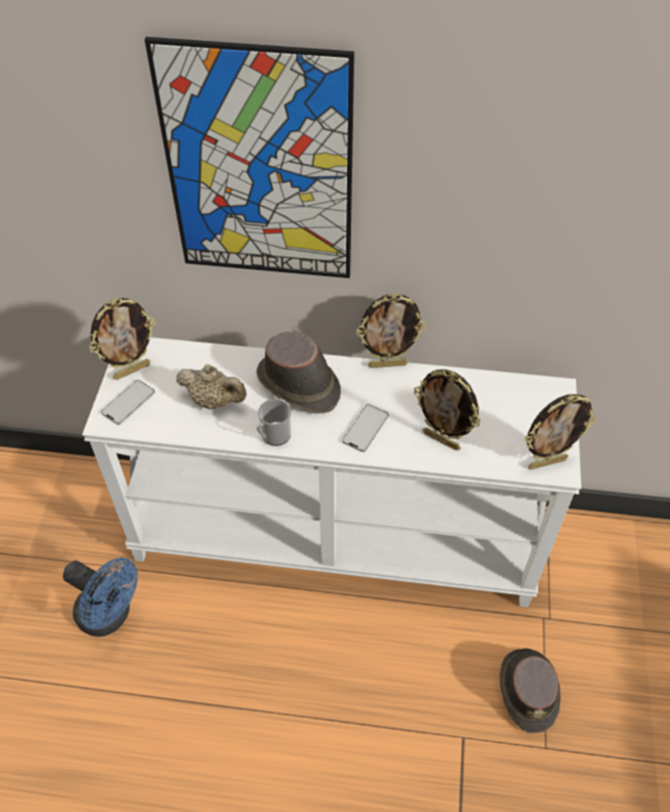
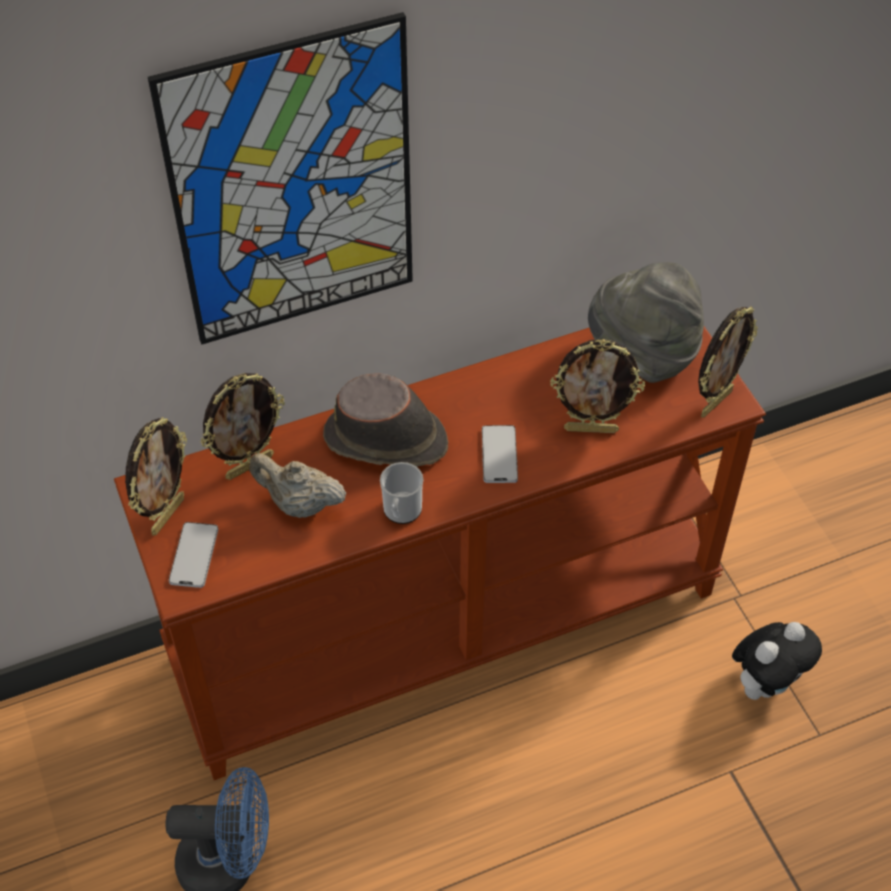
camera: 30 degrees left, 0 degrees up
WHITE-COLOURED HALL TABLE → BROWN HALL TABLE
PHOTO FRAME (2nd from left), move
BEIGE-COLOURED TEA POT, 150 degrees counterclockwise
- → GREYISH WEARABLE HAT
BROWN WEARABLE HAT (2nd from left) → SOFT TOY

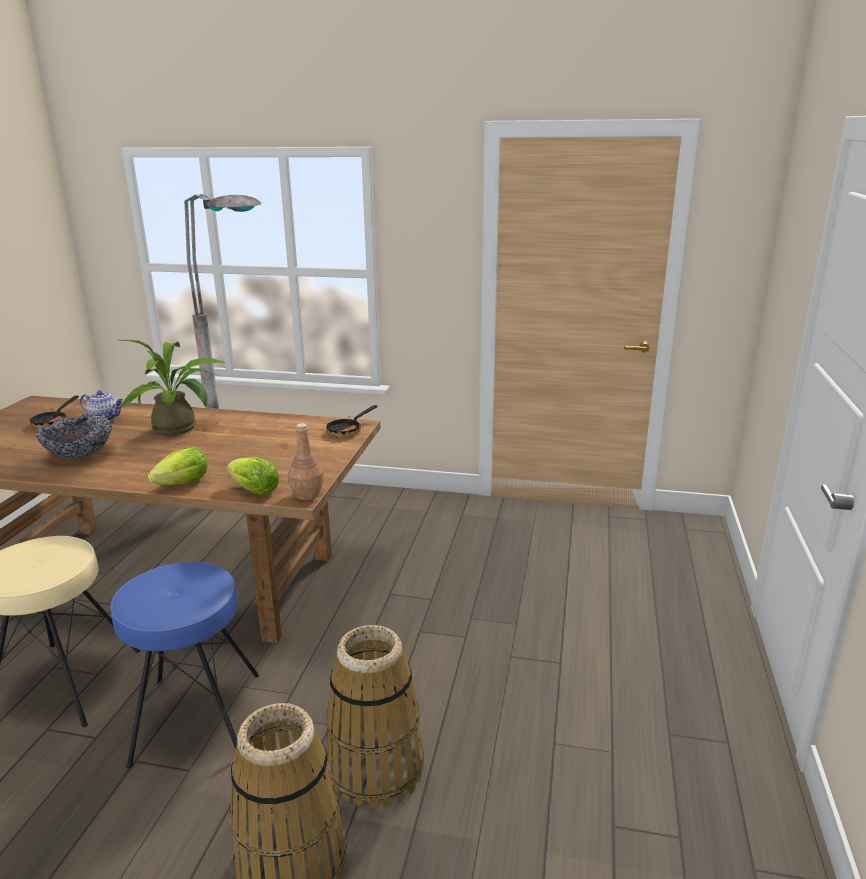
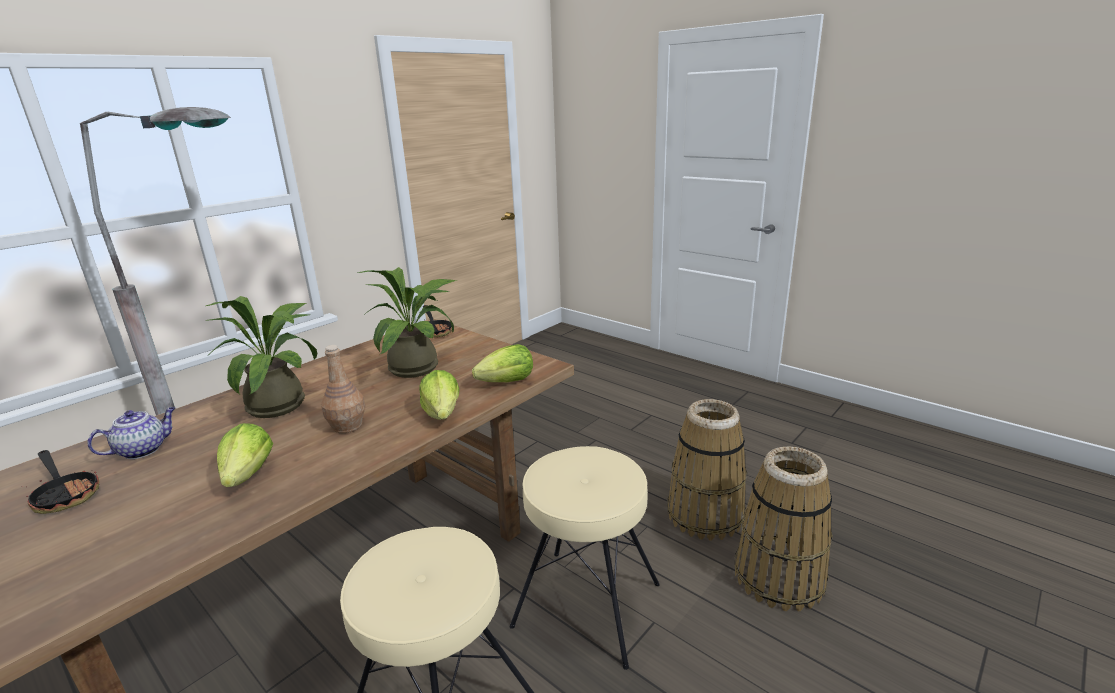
camera: 60 degrees left, 0 degrees up
BOWL → LETTUCE (1st from left)
BROWN BOTTLE, move
- → PLANT IN A POT (2nd from left)
BLUE STOOL SEAT → BEIGE-COLOURED STOOL SEAT (2nd from left)

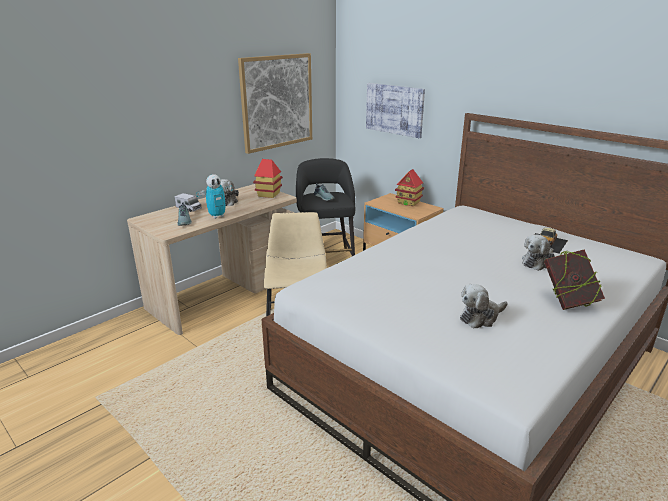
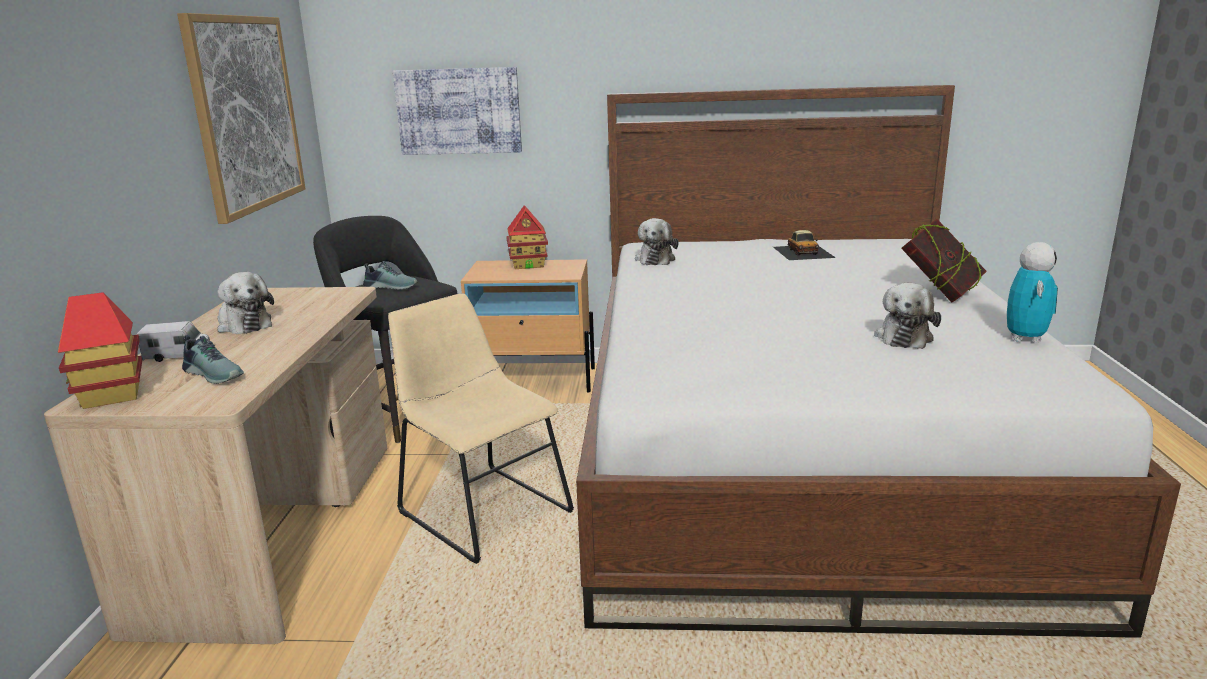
camera: 40 degrees left, 5 degrees down
MODEL HOUSE (1st from left), move
SOFT TOY (3rd from left in the first image) → SOFT TOY (2nd from left), move
MODEL ROBOT, move

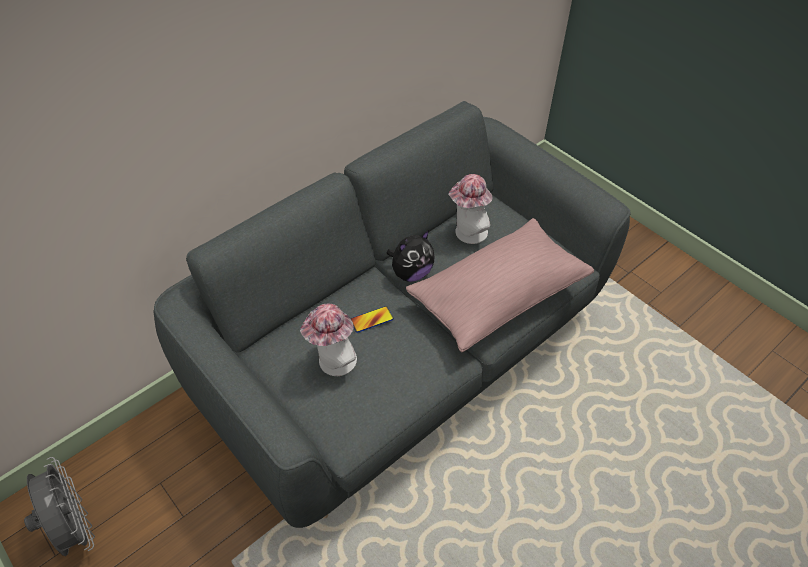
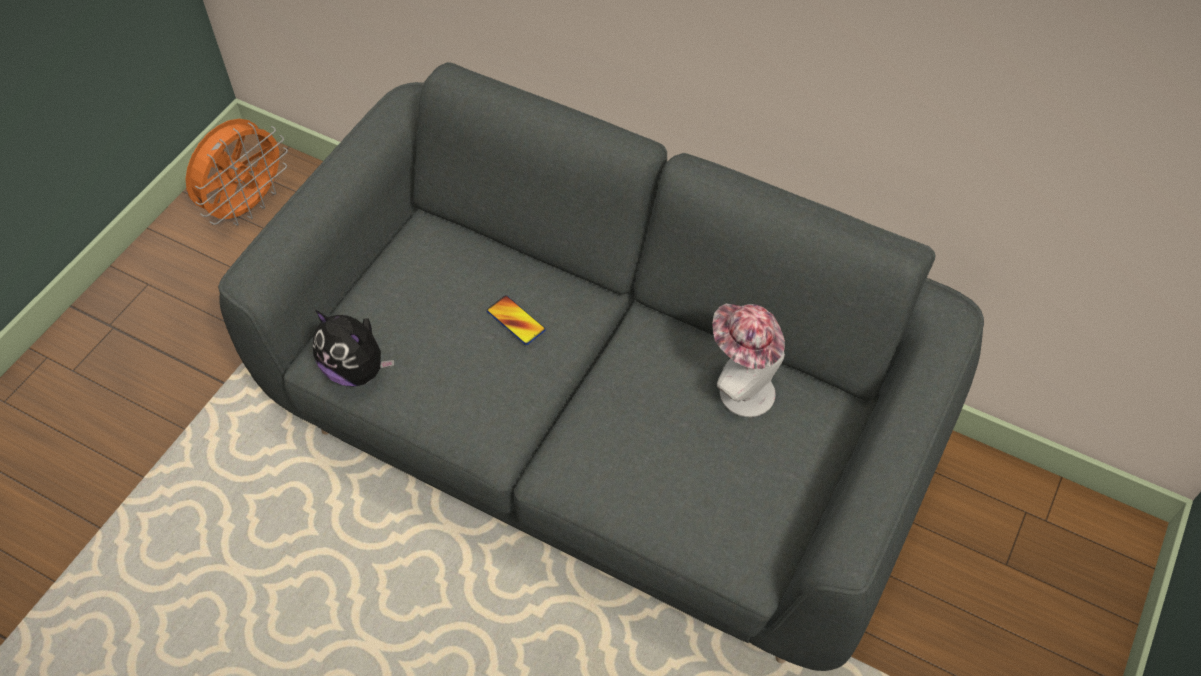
camera: 70 degrees right, 5 degrees up
GREYISH ELECTRIC FAN → ORANGEY ELECTRIC FAN
SOFT TOY, move
WEARABLE HAT (1st from left) → -
PINKISH THROW PILLOW → -

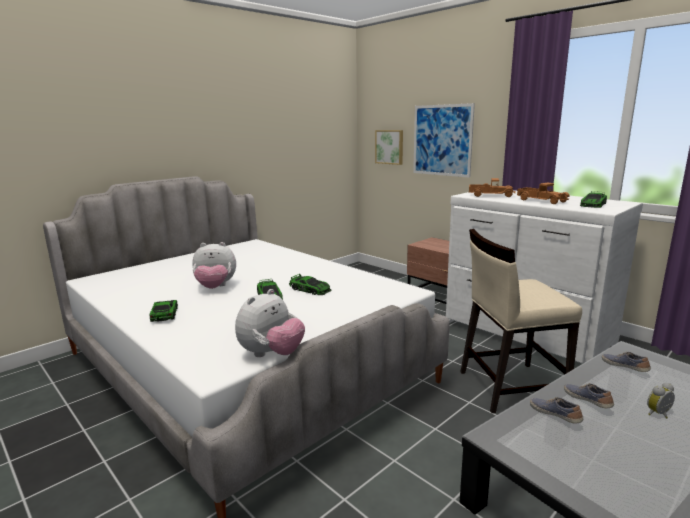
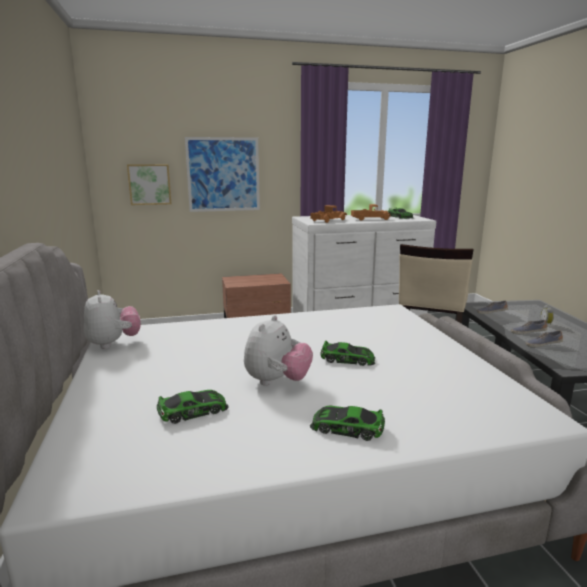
camera: 60 degrees left, 0 degrees up
SOFT TOY (2nd from left in the first image) → SOFT TOY (1st from left), move
MINIATURE CAR (3rd from left in the first image) → MINIATURE CAR (1st from left), move

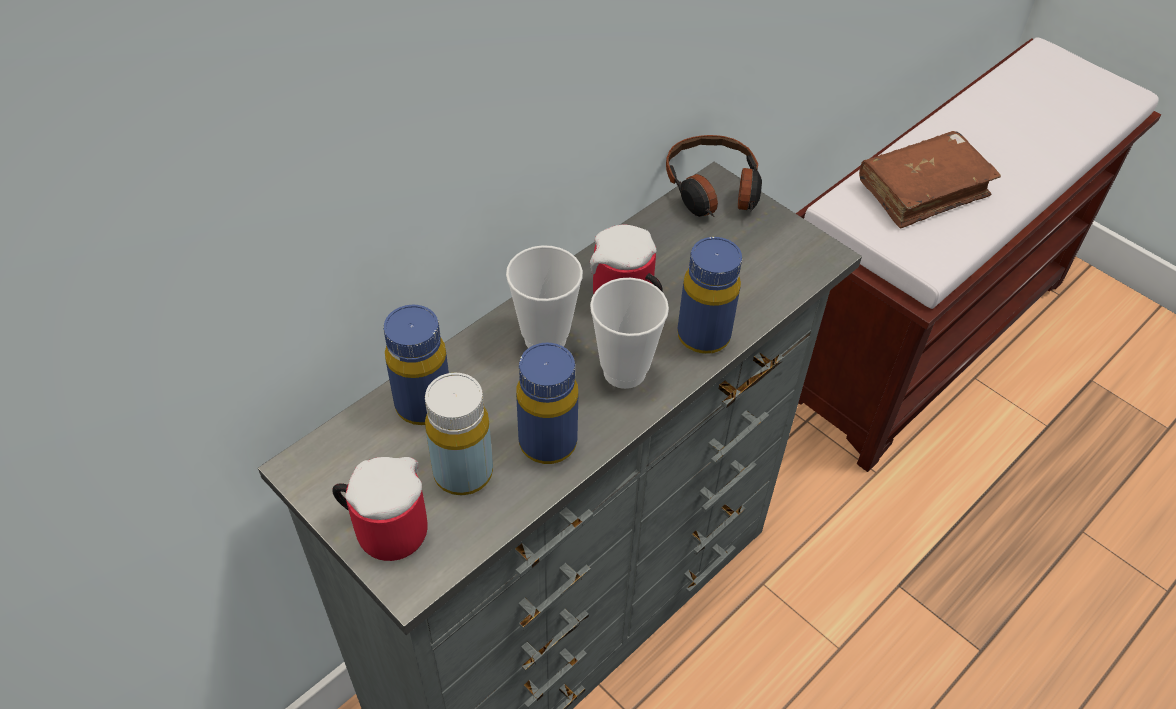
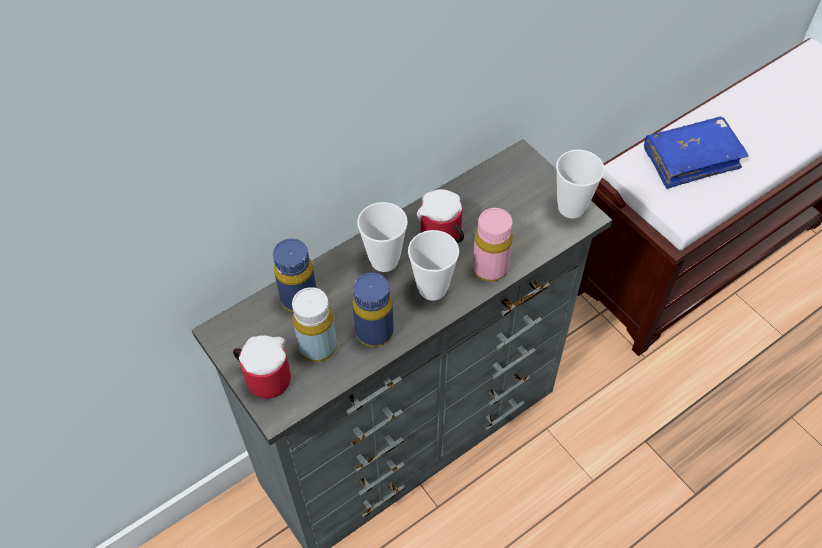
camera: 10 degrees right, 5 degrees up
BLUE BOTTLE (3rd from left) → PINKISH BOTTLE
- → CUP (3rd from left)
BROWN BOOK → BLUE BOOK
HEADSET → -

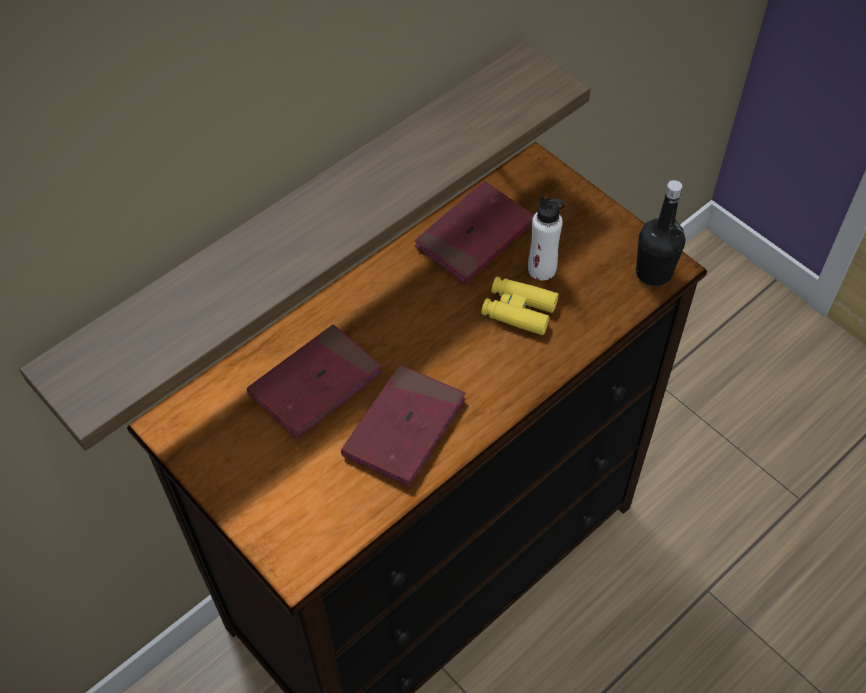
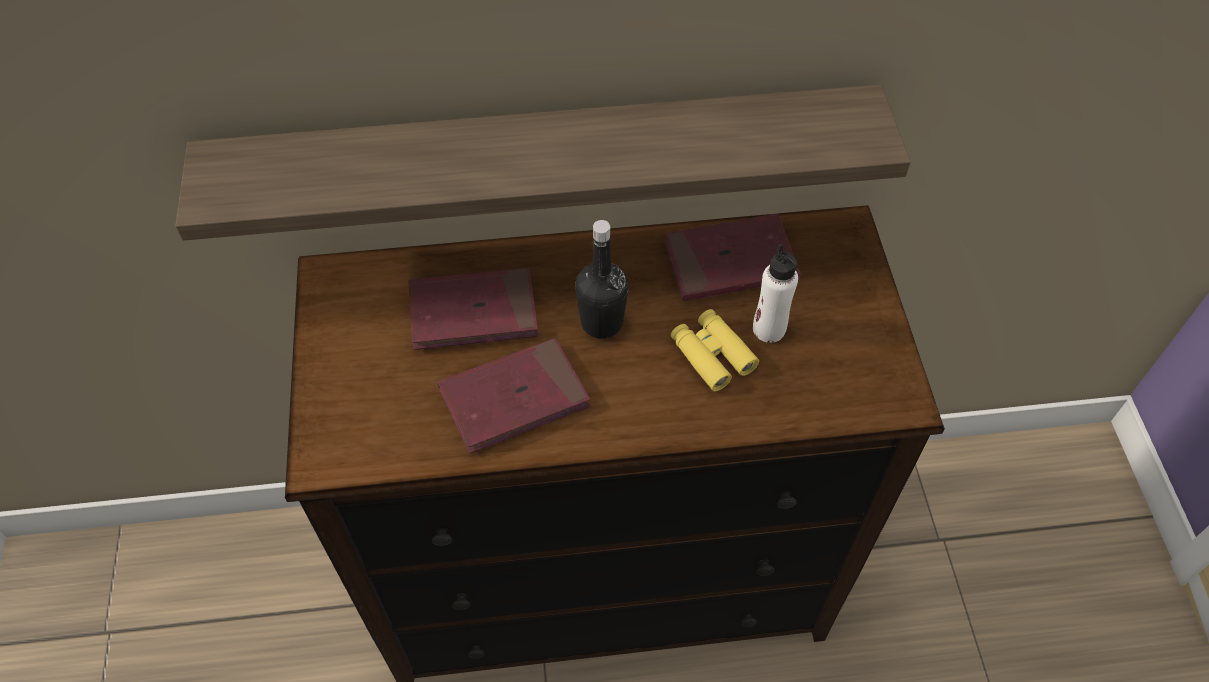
camera: 35 degrees right, 0 degrees up
BLACK BOTTLE, move

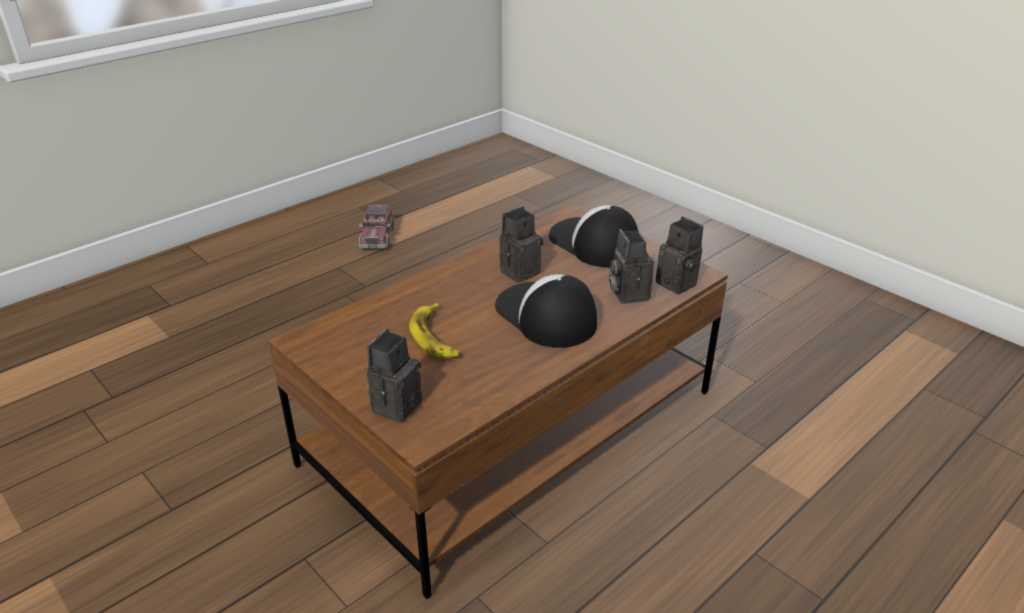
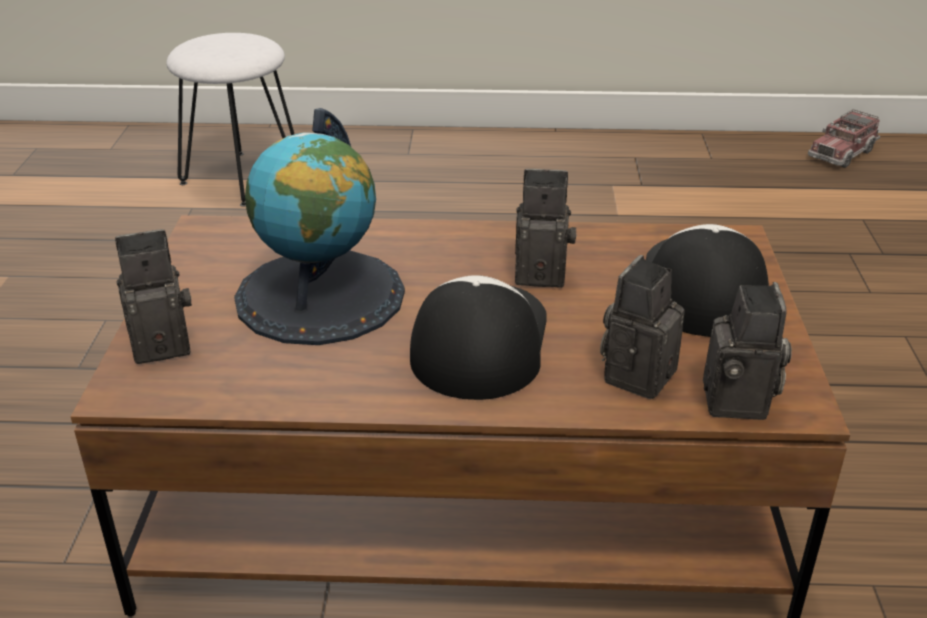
camera: 45 degrees right, 0 degrees up
- → WHITE-COLOURED STOOL SEAT
BANANA FRUIT → GLOBE
TOY LORRY, move

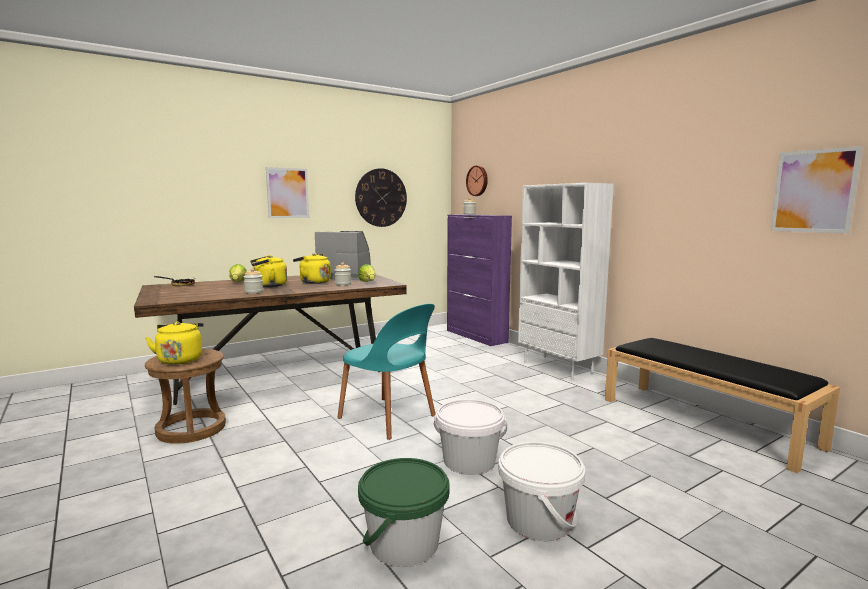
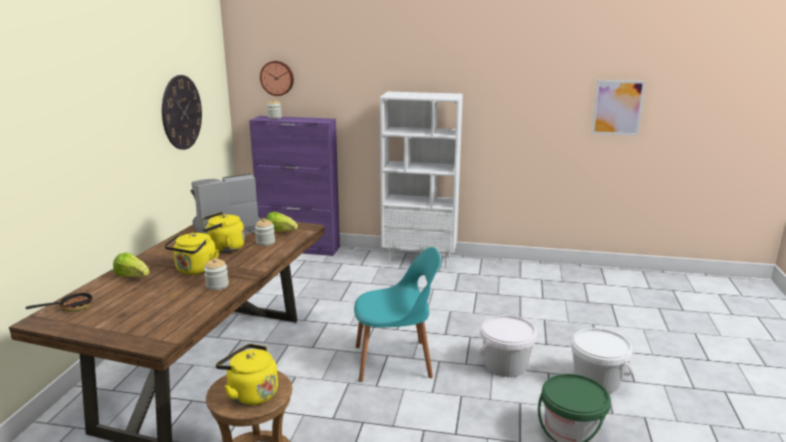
camera: 45 degrees left, 10 degrees up
PICTURE (1st from left) → -
BLACK INDOOR BENCH → -

